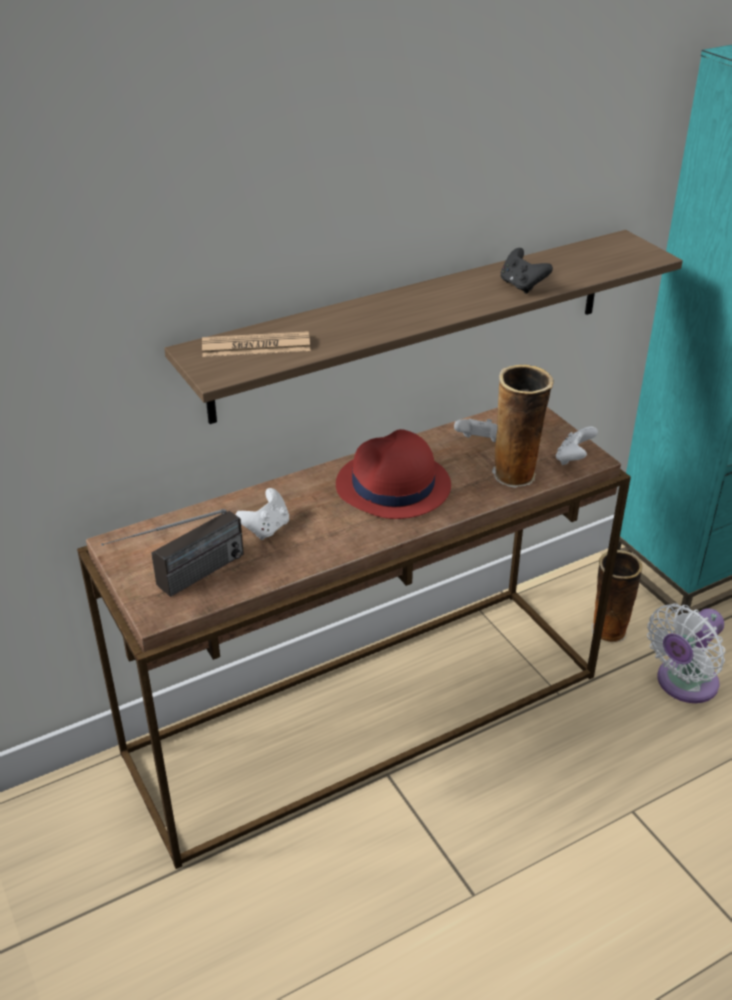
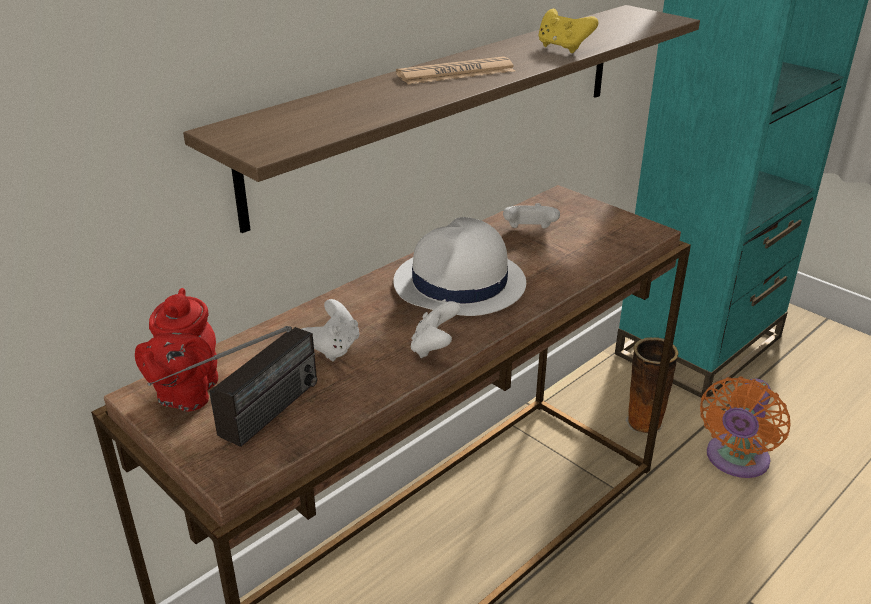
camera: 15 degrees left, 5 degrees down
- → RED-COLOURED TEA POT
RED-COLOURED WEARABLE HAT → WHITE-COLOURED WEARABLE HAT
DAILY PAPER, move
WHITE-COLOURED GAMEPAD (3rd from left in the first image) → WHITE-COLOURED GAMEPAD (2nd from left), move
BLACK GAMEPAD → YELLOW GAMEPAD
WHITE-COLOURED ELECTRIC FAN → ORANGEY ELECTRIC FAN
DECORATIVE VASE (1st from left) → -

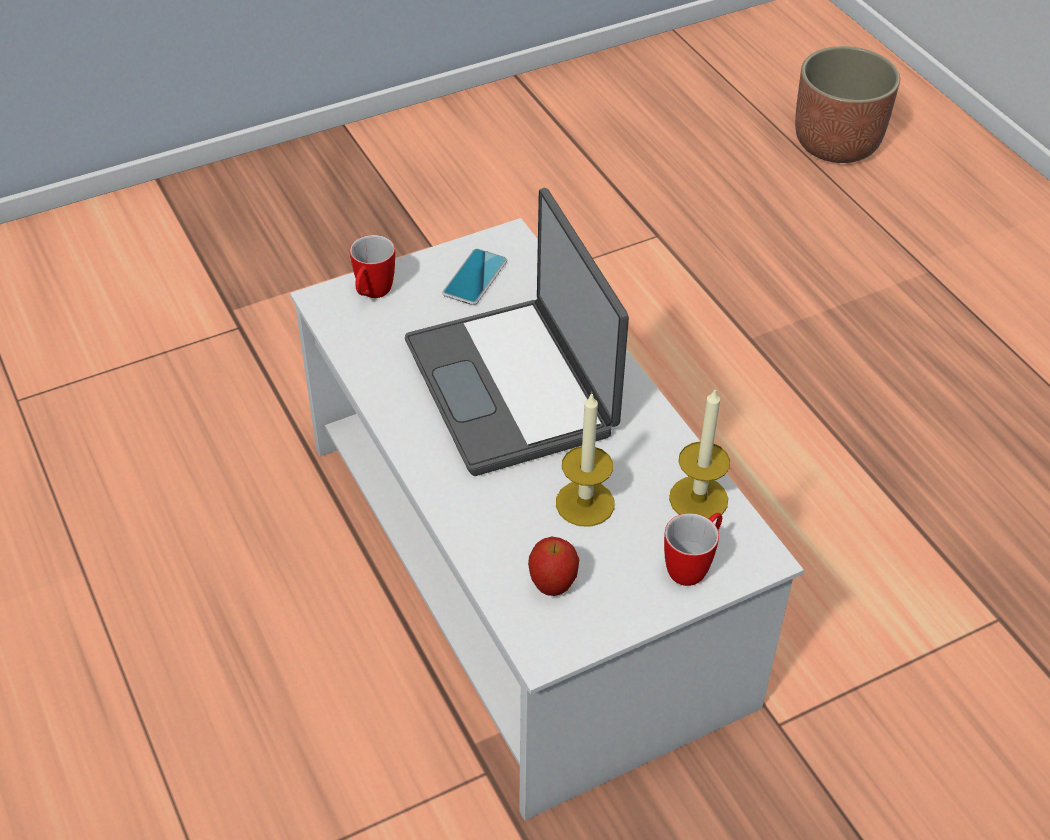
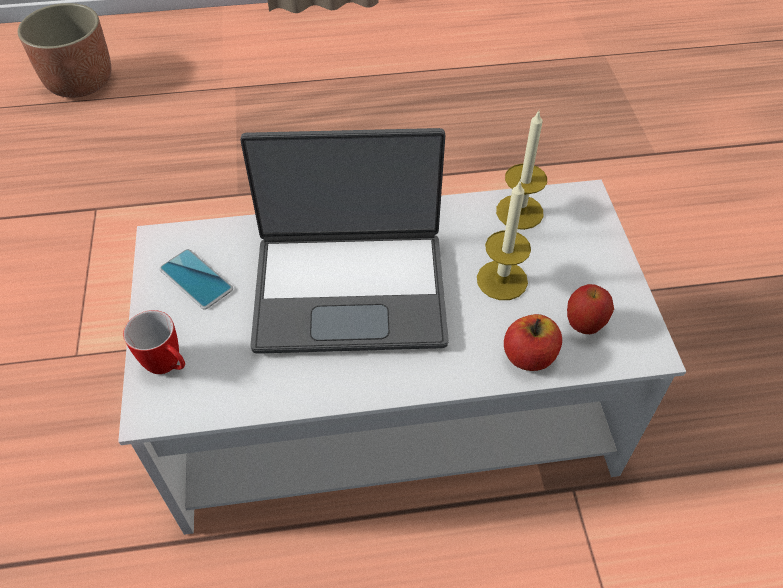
camera: 70 degrees left, 5 degrees up
- → APPLE FRUIT (1st from left)
TEA MUG (2nd from left) → -

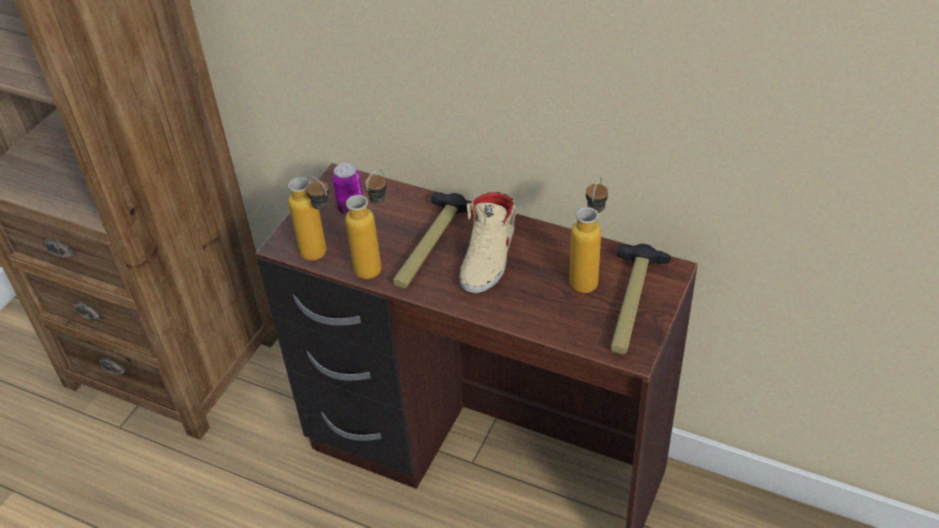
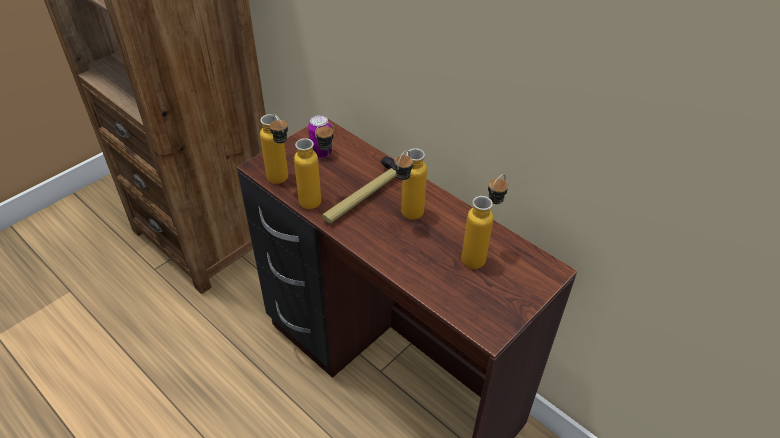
camera: 15 degrees right, 0 degrees up
BEIGE-COLOURED LOW SHOE → BOTTLE (3rd from left)
HAMMER (2nd from left) → -

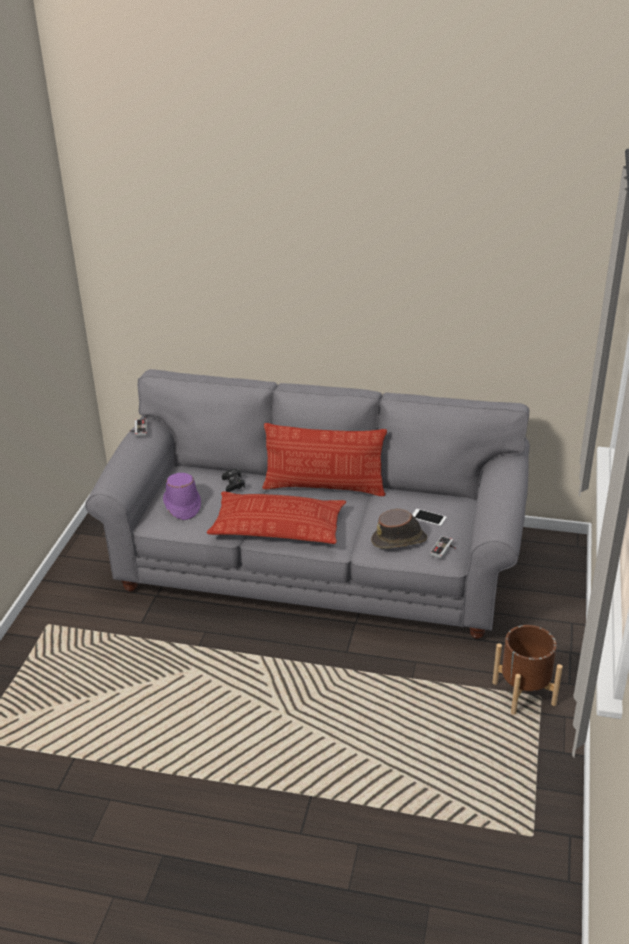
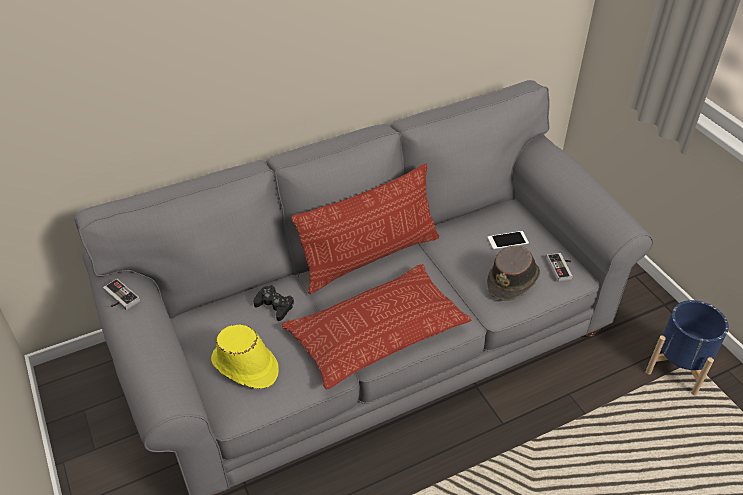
camera: 40 degrees left, 10 degrees up
PURPLE-COLOURED WEARABLE HAT → YELLOW WEARABLE HAT
BROWN PLANTER → BLUE PLANTER

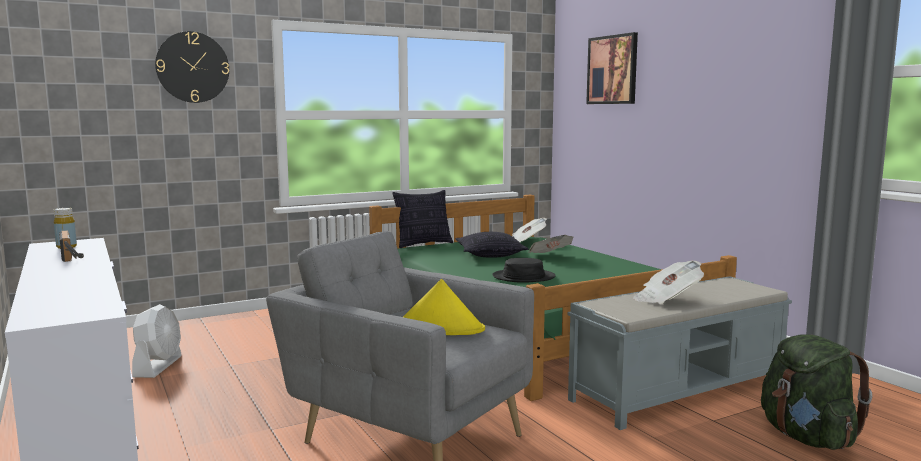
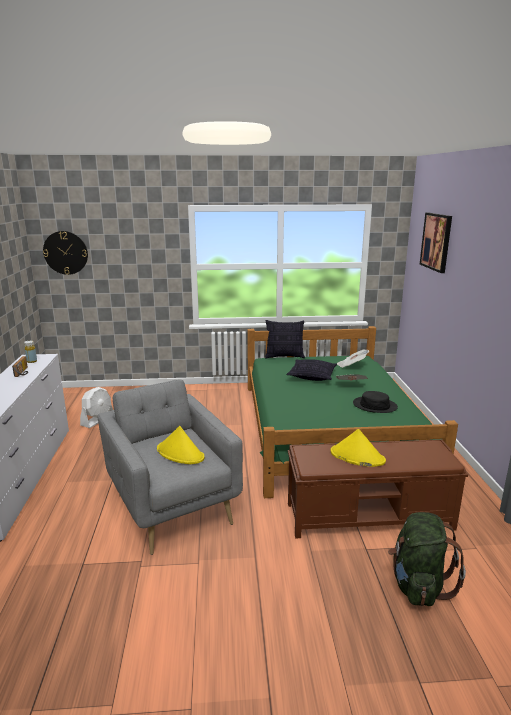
camera: 25 degrees right, 10 degrees up
WALL CLOCK, move
GREYISH INDOOR BENCH → BROWN INDOOR BENCH
DAILY PAPER (3rd from left) → YELLOW WEARABLE HAT (2nd from left)
BLACK WEARABLE HAT, move

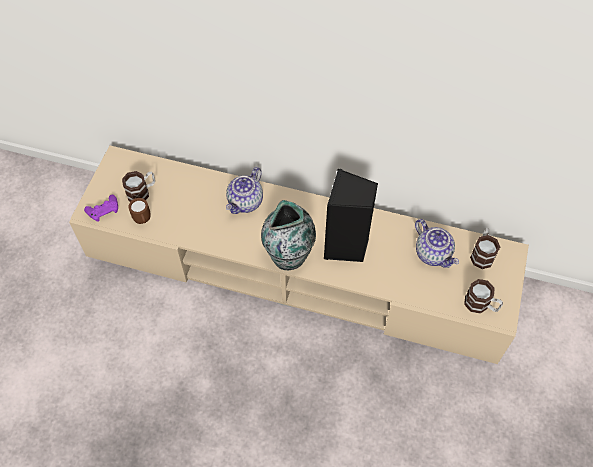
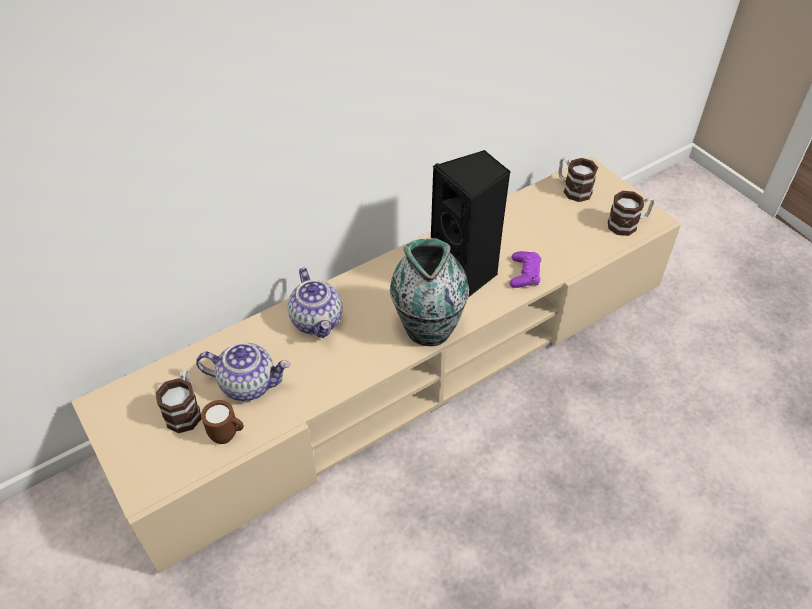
camera: 50 degrees left, 10 degrees down
TEA POT (2nd from left in the first image) → TEA POT (1st from left), move
PURPLE-COLOURED GAMEPAD, move

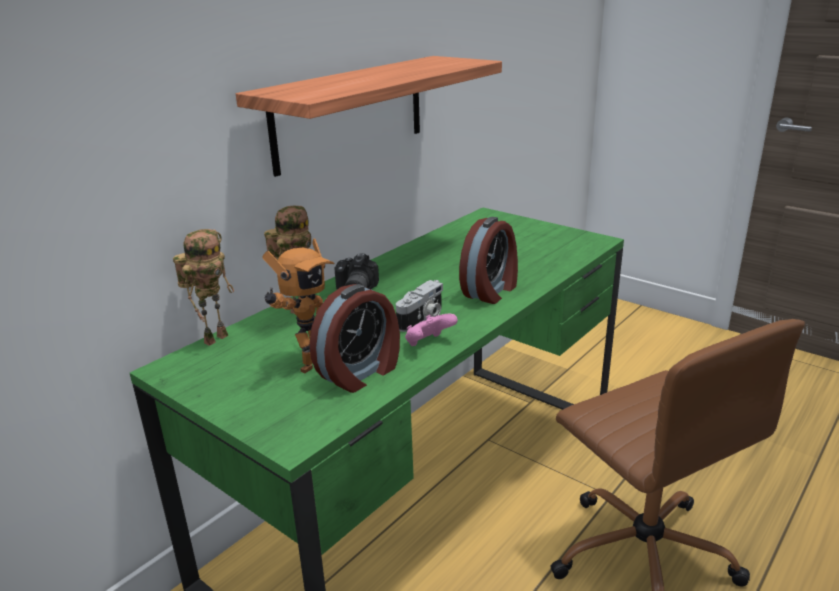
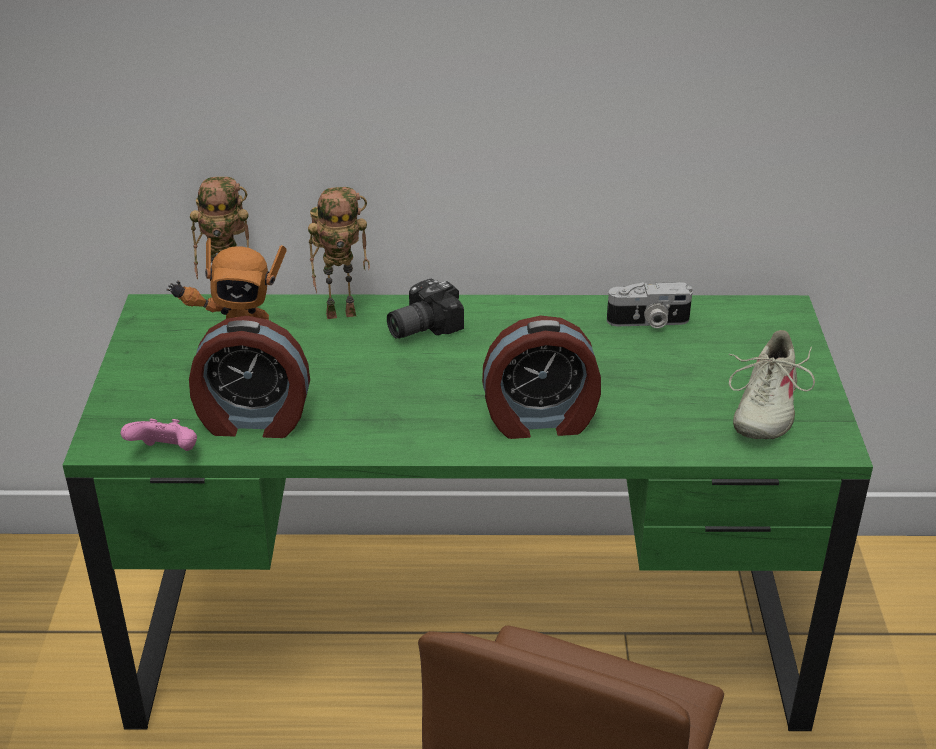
camera: 50 degrees right, 10 degrees up
PINKISH GAMEPAD, move
STILL CAMERA (2nd from left), move
- → BEIGE-COLOURED LOW SHOE
WALL SHELF → -

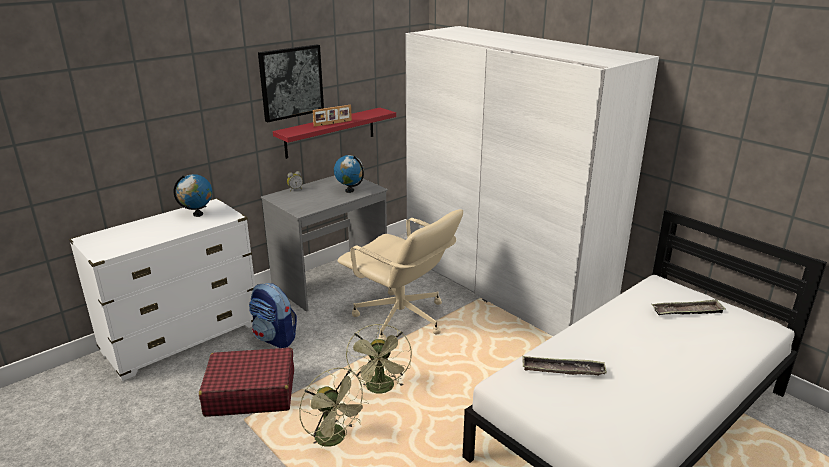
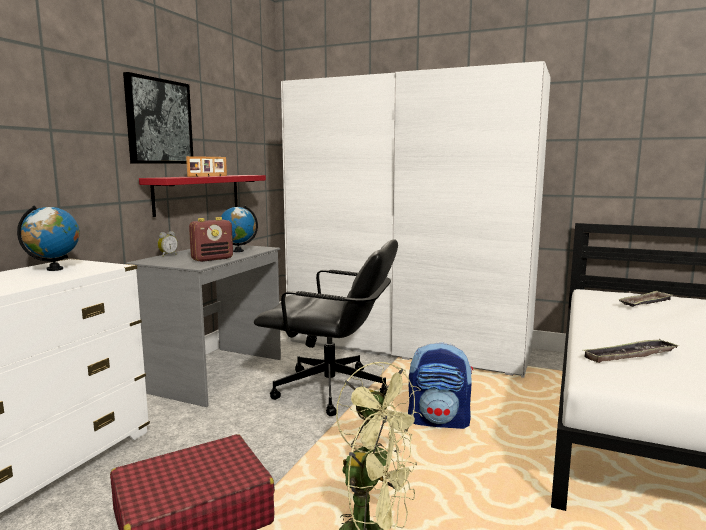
camera: 25 degrees left, 15 degrees down
- → RADIO
BEIGE-COLOURED DESK CHAIR → BLACK DESK CHAIR
KNAPSACK, move

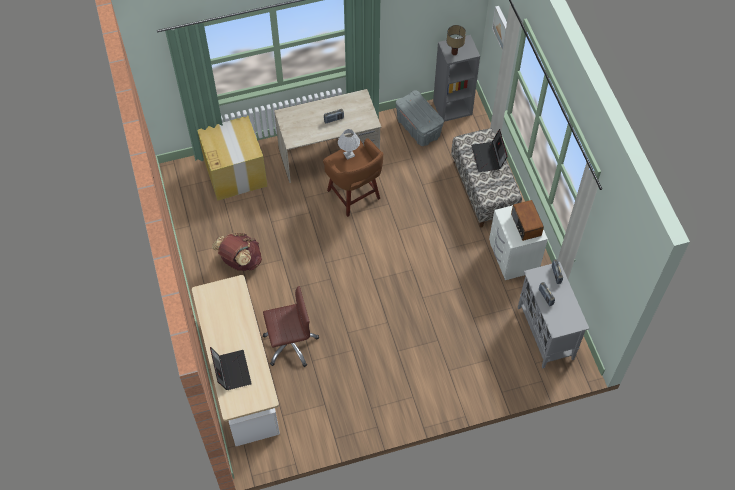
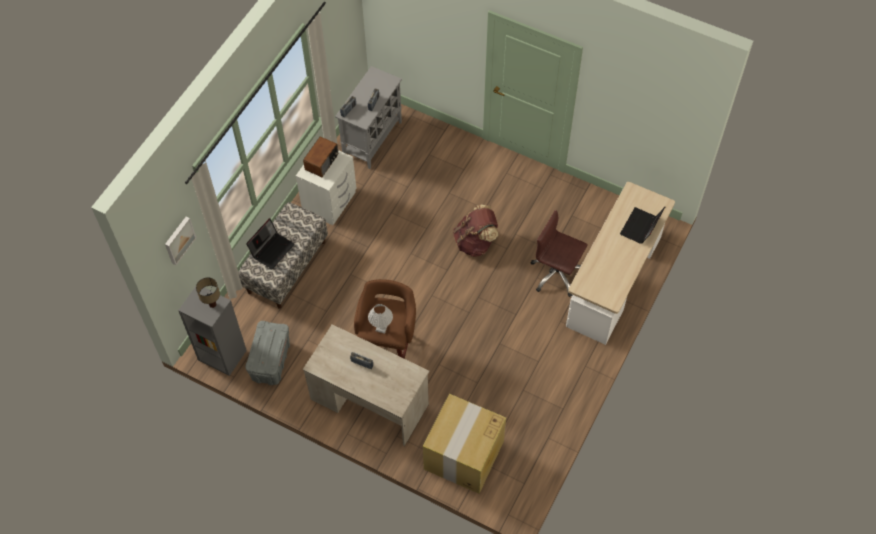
camera: 135 degrees left, 0 degrees up
BROWN KNAPSACK, move

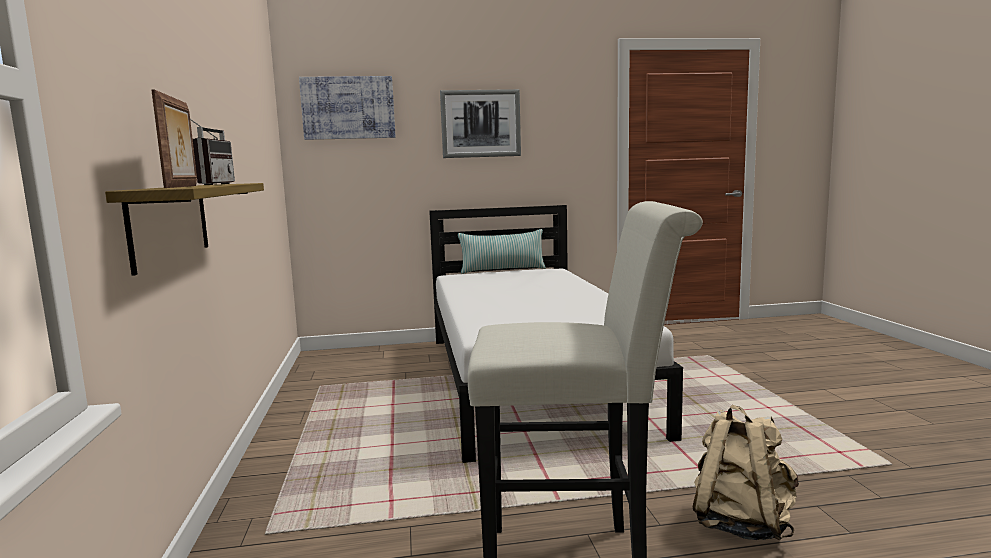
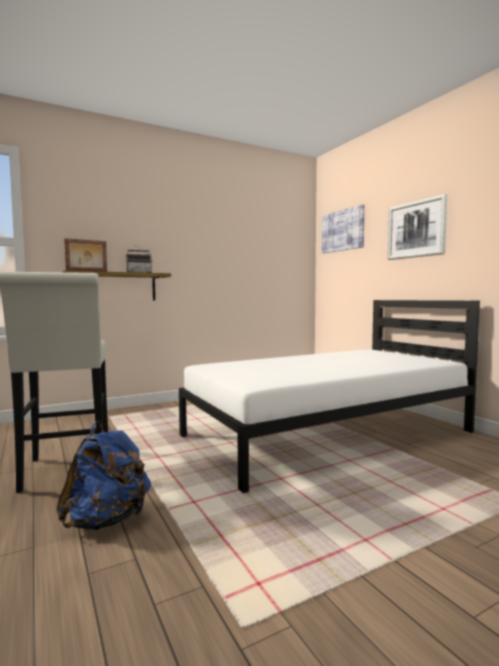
camera: 70 degrees right, 5 degrees down
BEIGE-COLOURED KNAPSACK → BLUE KNAPSACK
THROW PILLOW → -

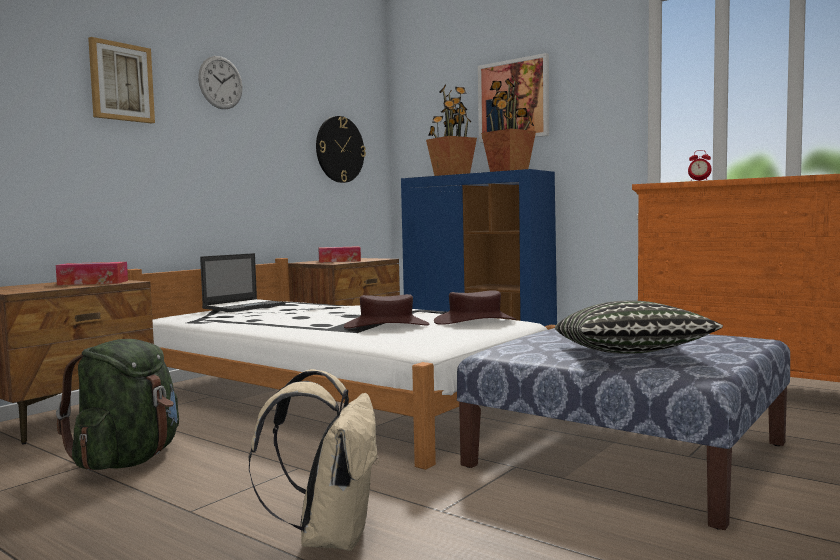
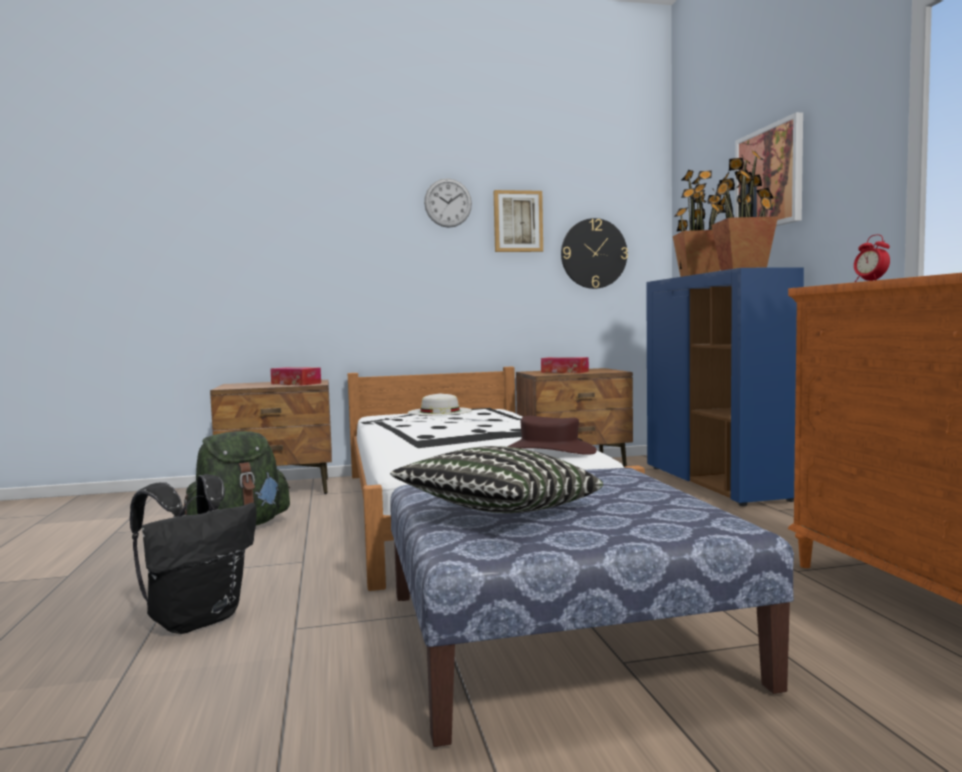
camera: 40 degrees right, 0 degrees up
BEIGE-COLOURED KNAPSACK → BLACK KNAPSACK
LAPTOP → WHITE-COLOURED WEARABLE HAT
PICTURE (1st from left), move
BROWN WEARABLE HAT (1st from left) → -

